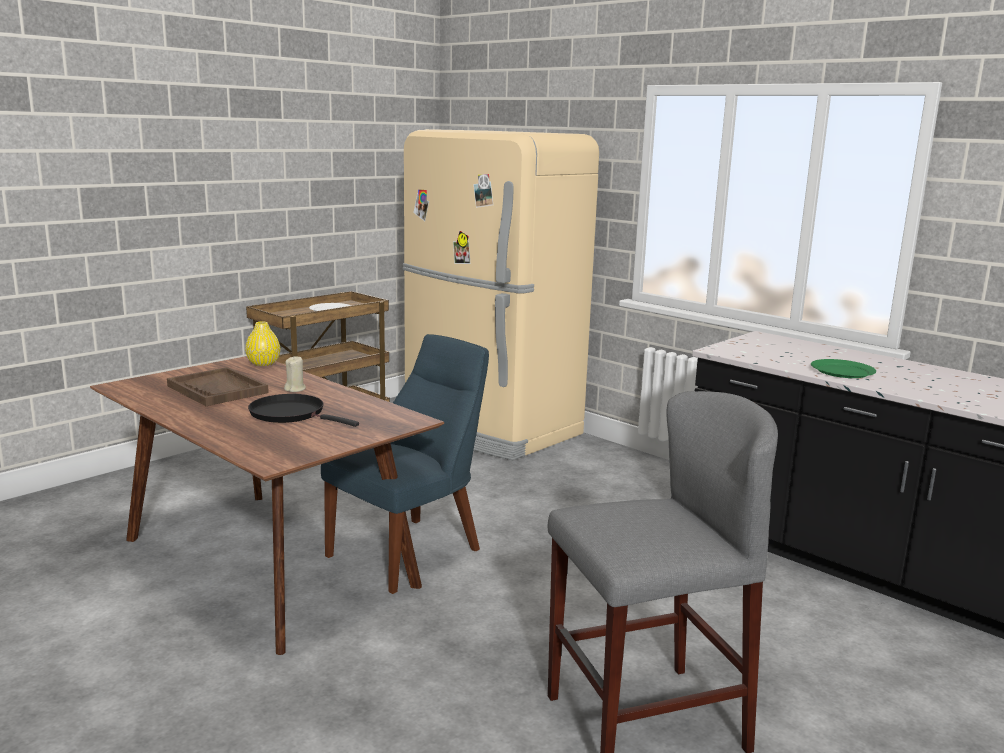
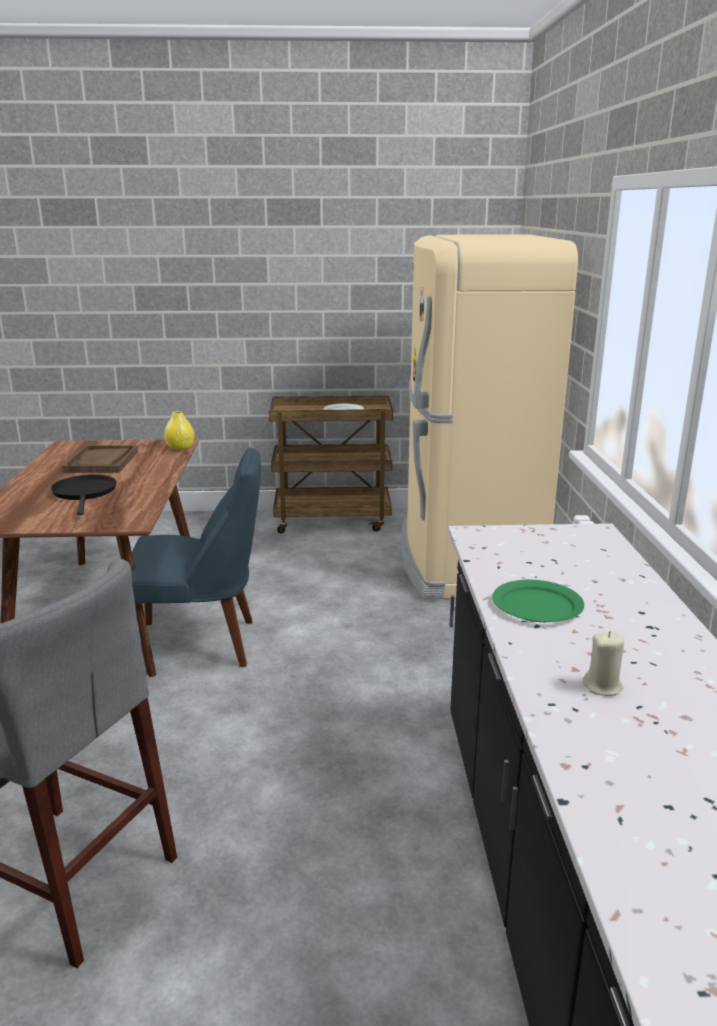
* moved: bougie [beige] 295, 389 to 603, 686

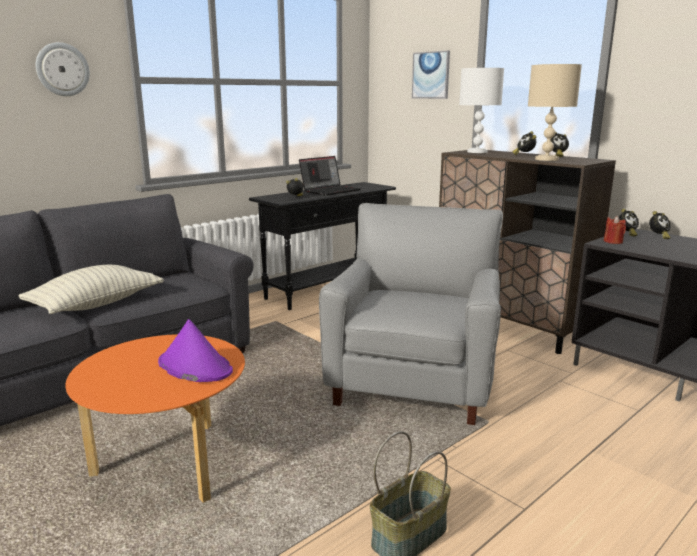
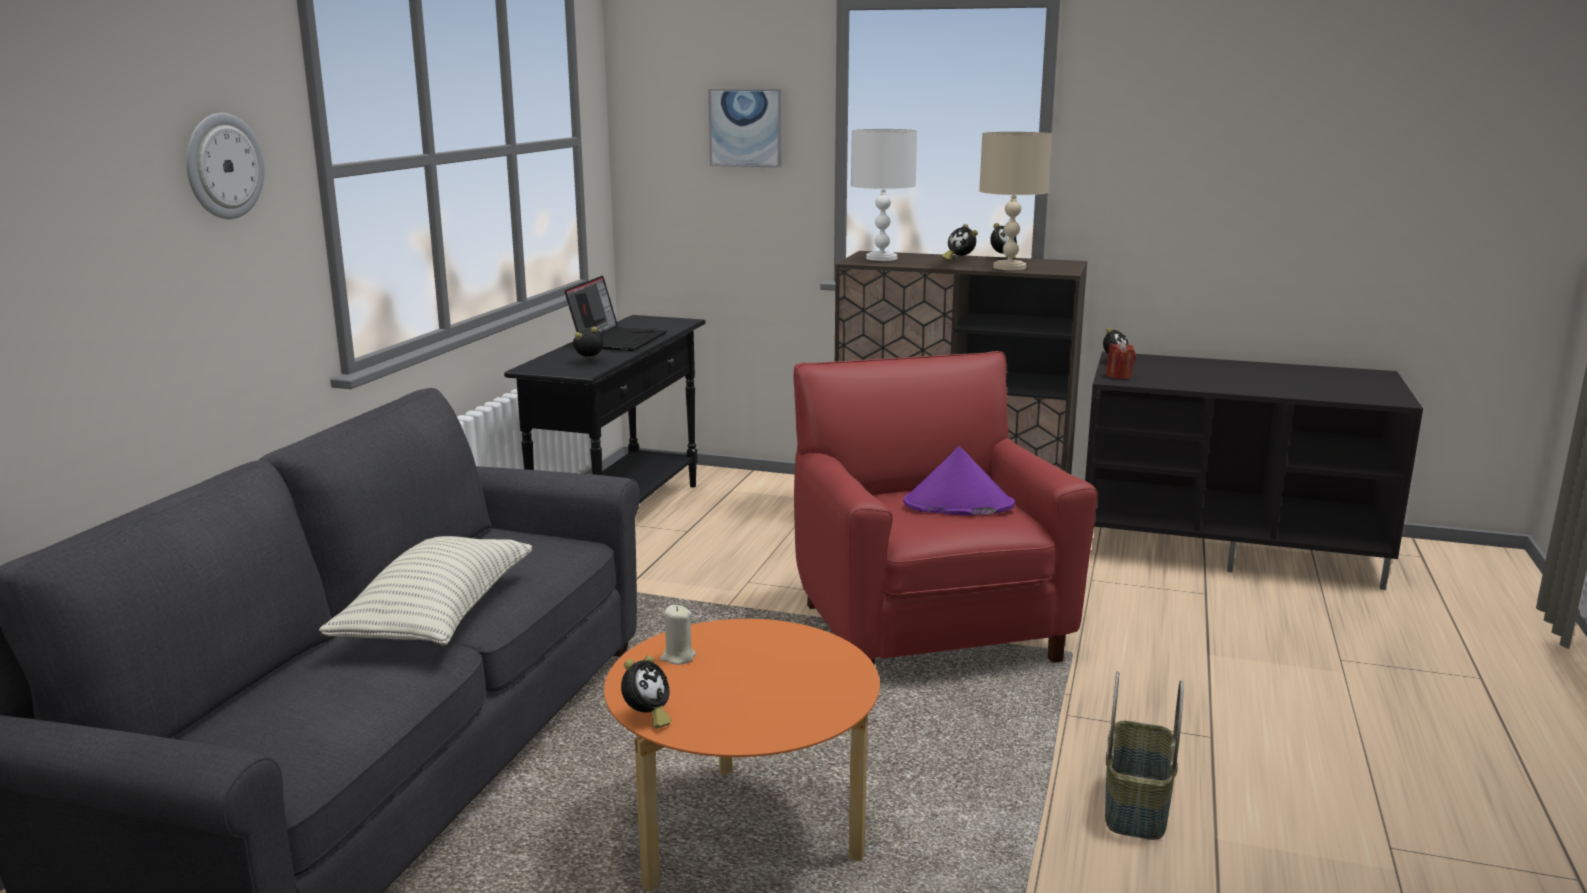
* moved: chapeau [violet] 194, 367 to 958, 505
* recoloured: fauteuil [gris] 414, 383 to fauteuil [rouge] 928, 629
* moved: réveil 658, 237 to 647, 717
* added: bougie [beige] 678, 657

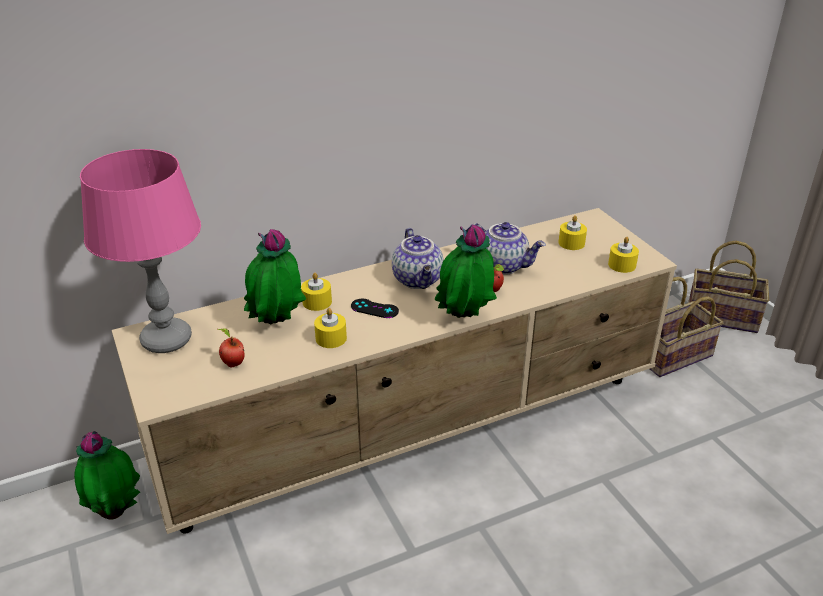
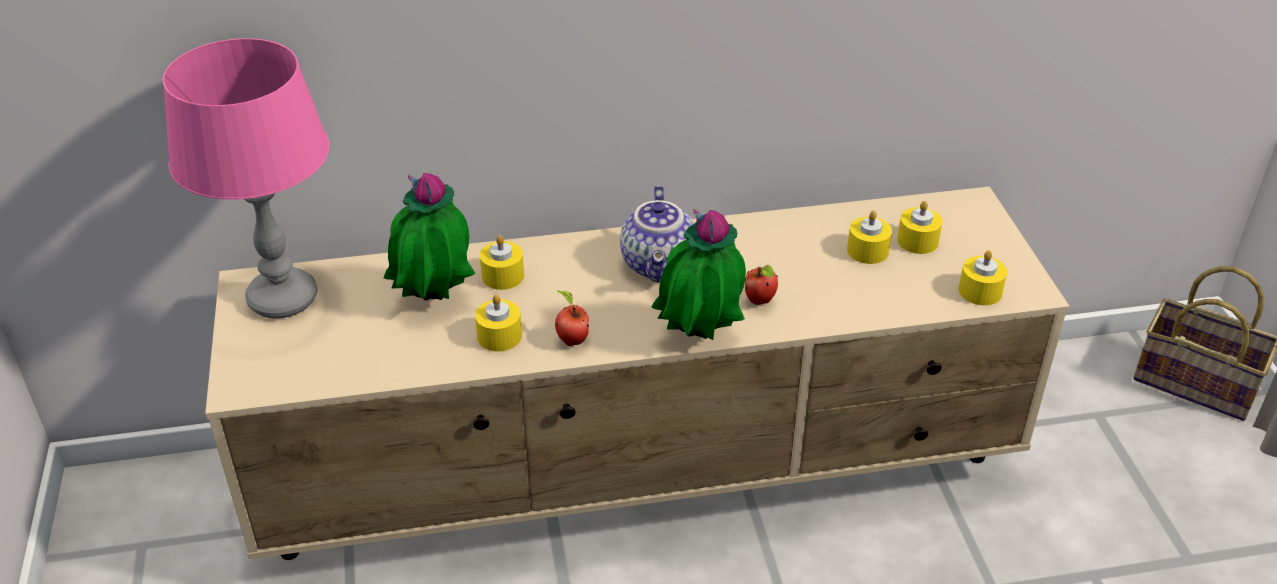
* removed: plante en pot 116, 510
* moved: pomme 232, 363 to 571, 340
* removed: manette [noir] 374, 309
* removed: théière 503, 265
* removed: panier 673, 354
* added: bougie [jaune] 867, 251

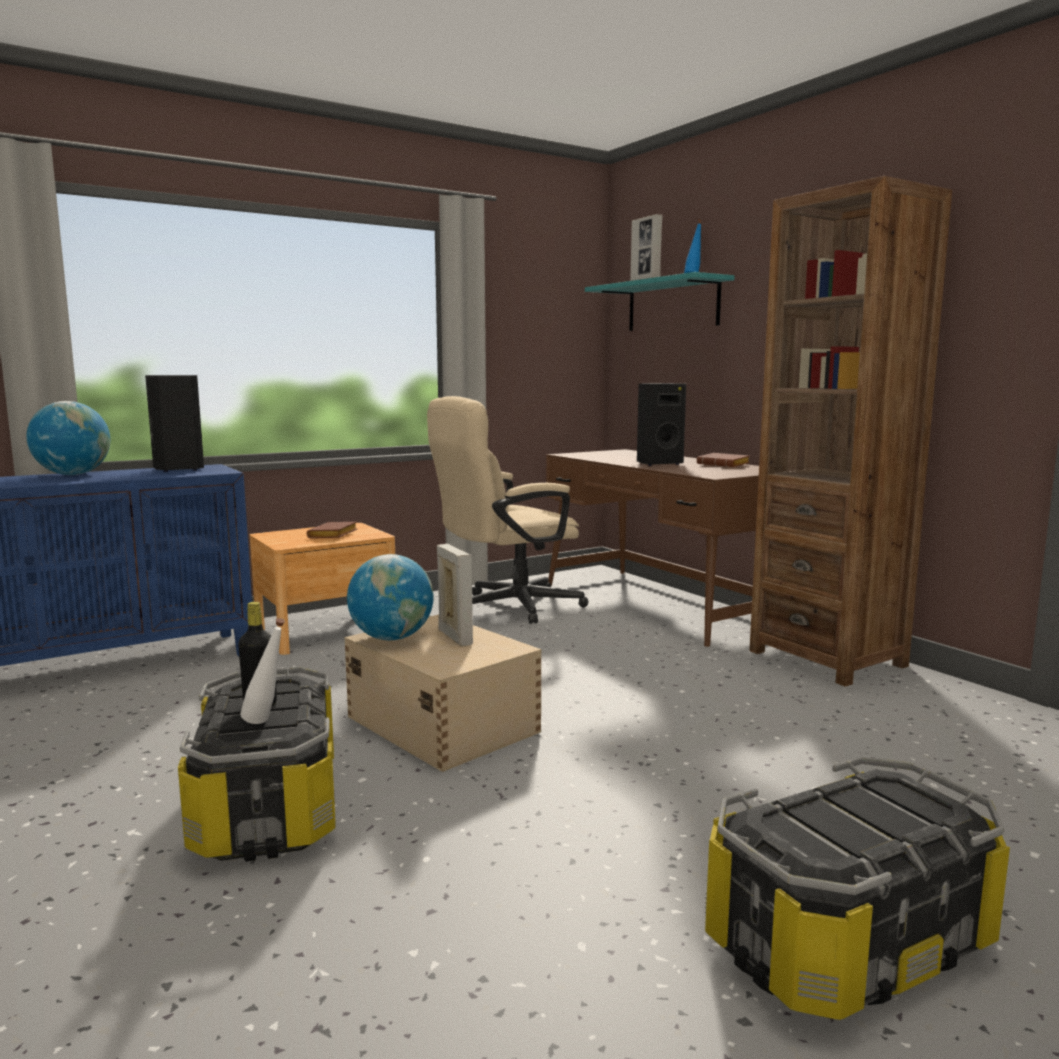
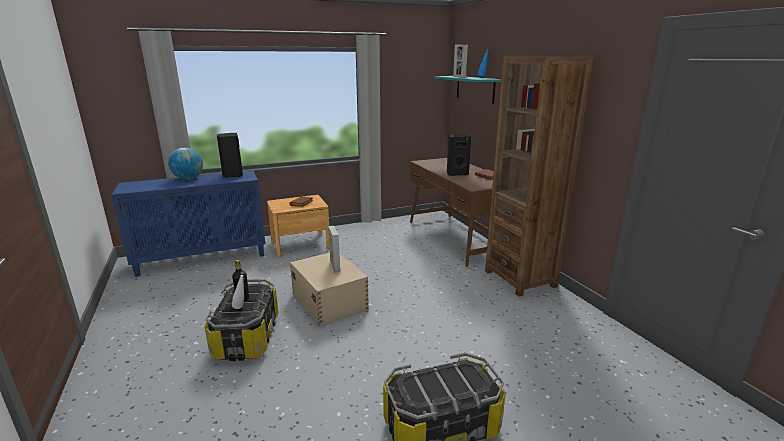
* removed: globe 391, 638
* removed: chaise de bureau [beige] 507, 607

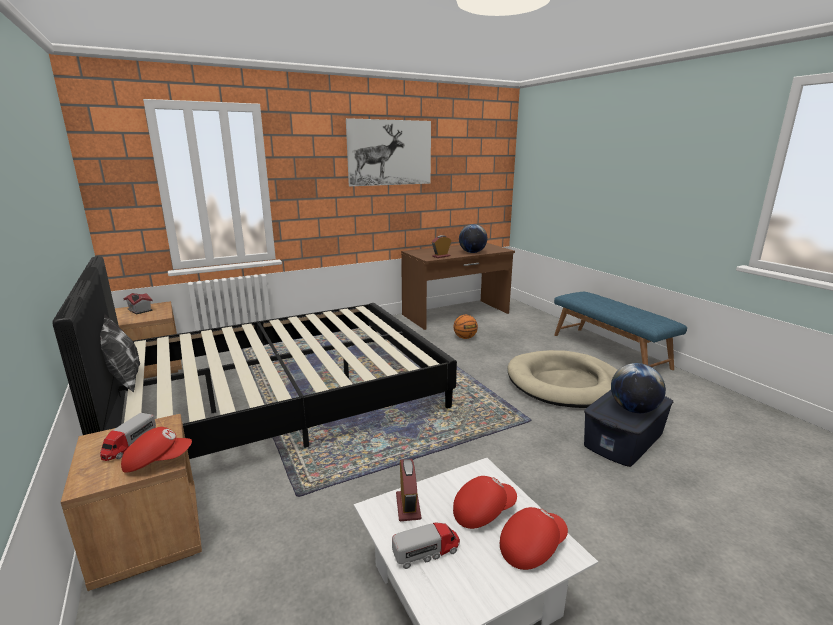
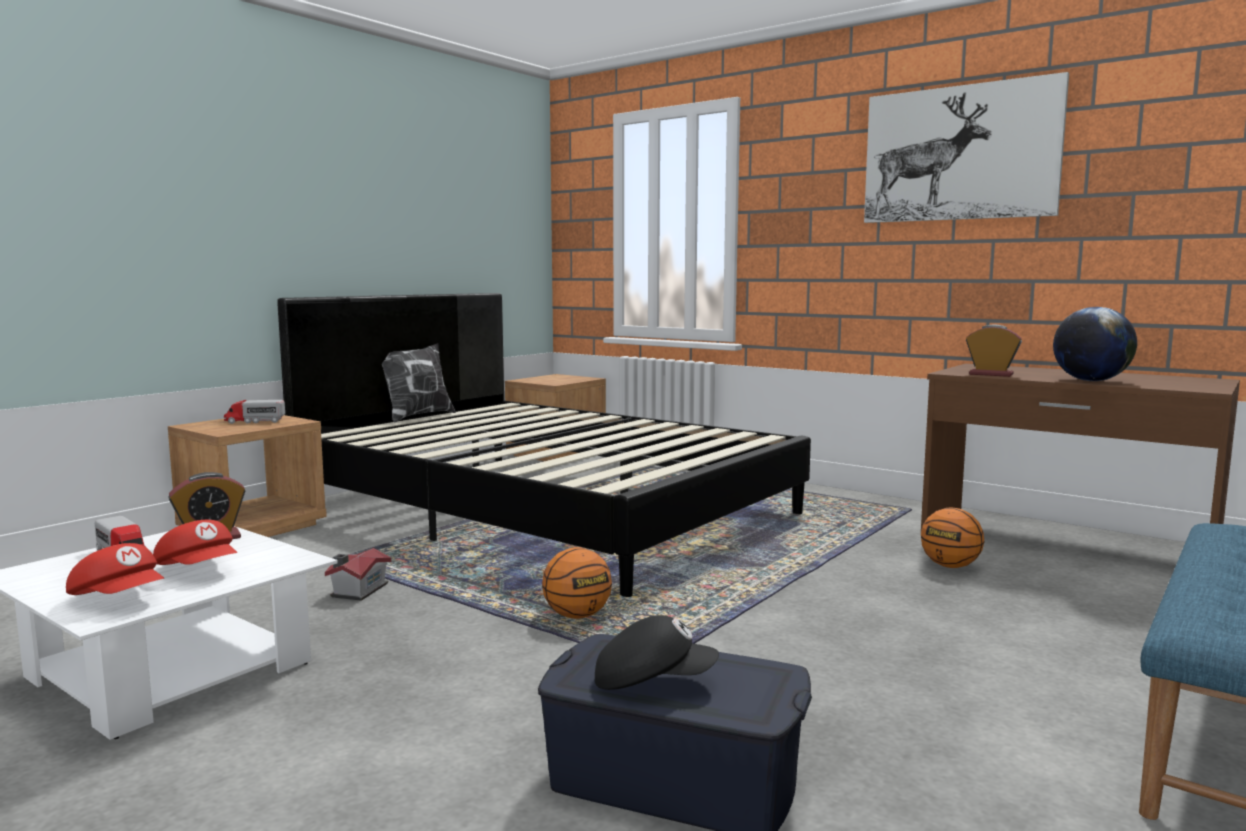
* removed: casquette [rouge] 158, 461
* moved: maison miniature 139, 310 to 357, 590
* removed: panier pour chien [beige] 566, 384
* replaced: globe 633, 409 to casquette [noir] 653, 681
* added: ballon de basket 577, 616

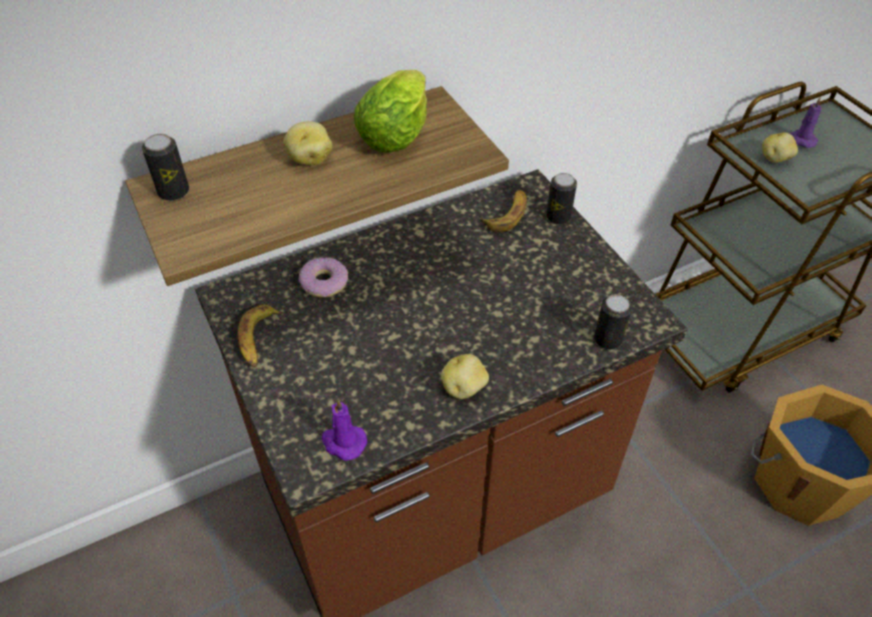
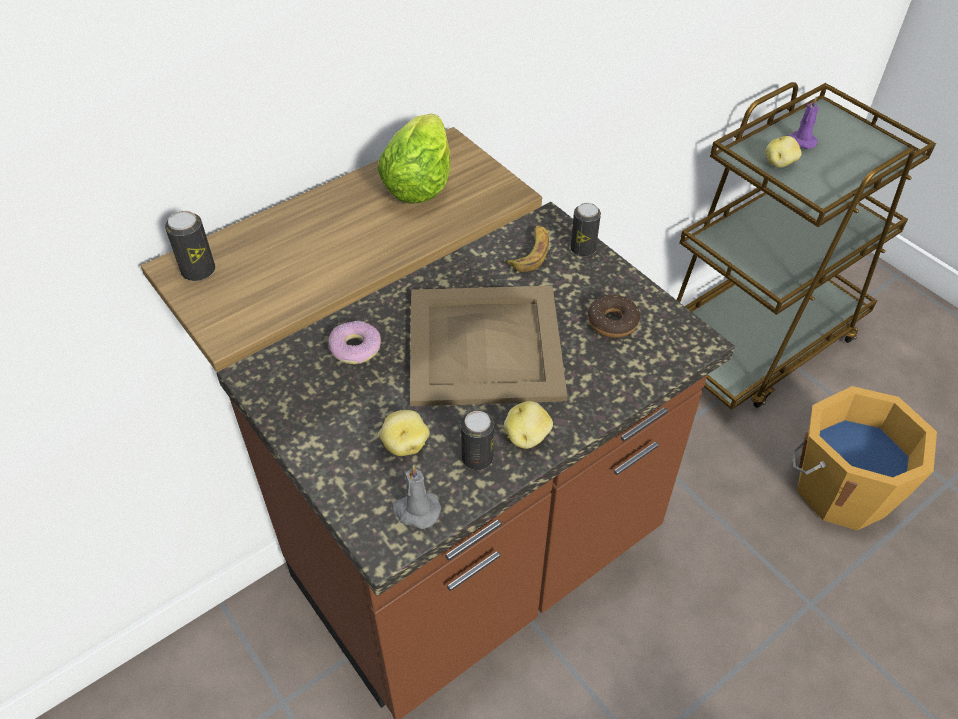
* removed: banane 259, 340
* moved: pomme de terre 310, 158 to 404, 444
* recoloured: bougie [violet] 343, 442 to bougie [gris] 415, 510
* moved: boîte métallique 607, 339 to 477, 458
* added: plateau [beige] 486, 346
* added: beignet 612, 322

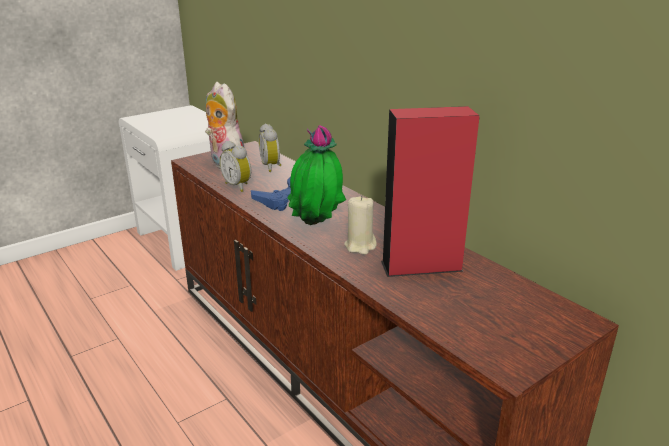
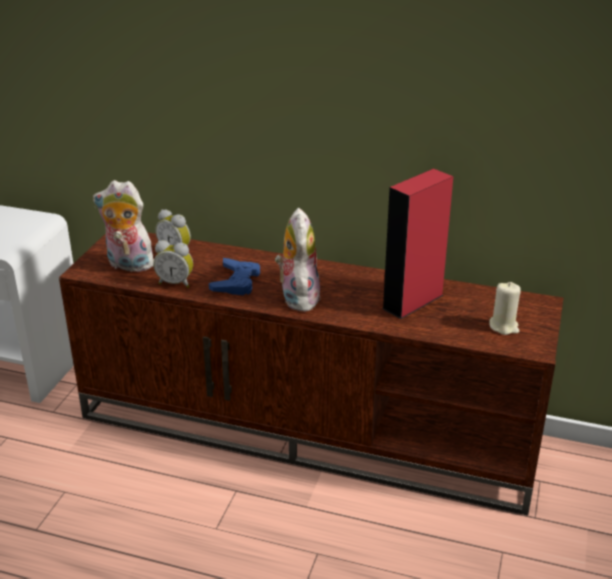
* replaced: plante en pot 316, 226 to peluche 297, 297
* moved: bougie [beige] 360, 246 to 504, 326

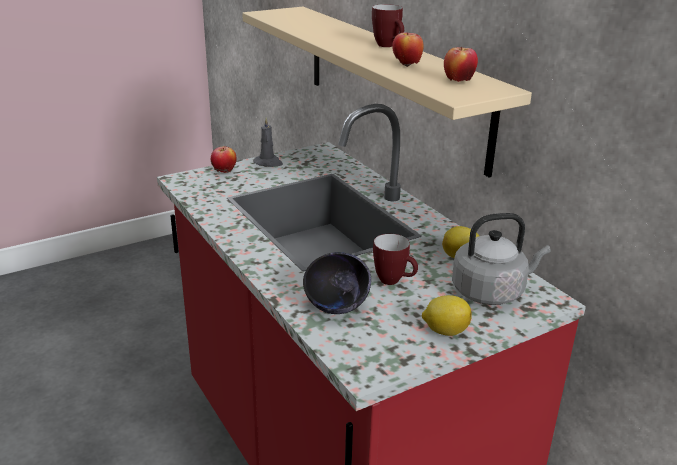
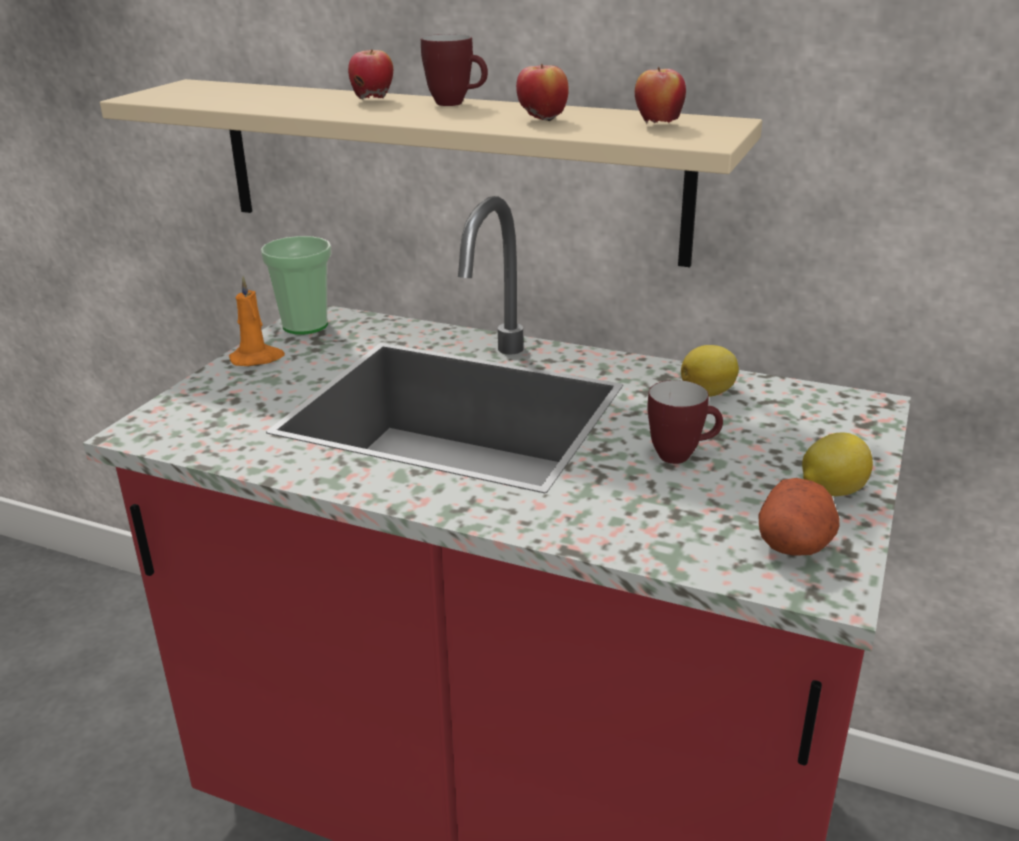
* moved: pomme 224, 172 to 373, 100
* recoloured: bougie [gris] 268, 163 to bougie [orange] 257, 358
* removed: bol [noir] 336, 307
* removed: bouilloire [gris] 491, 292
* added: tasse 305, 325
* added: pomme de terre 794, 544

